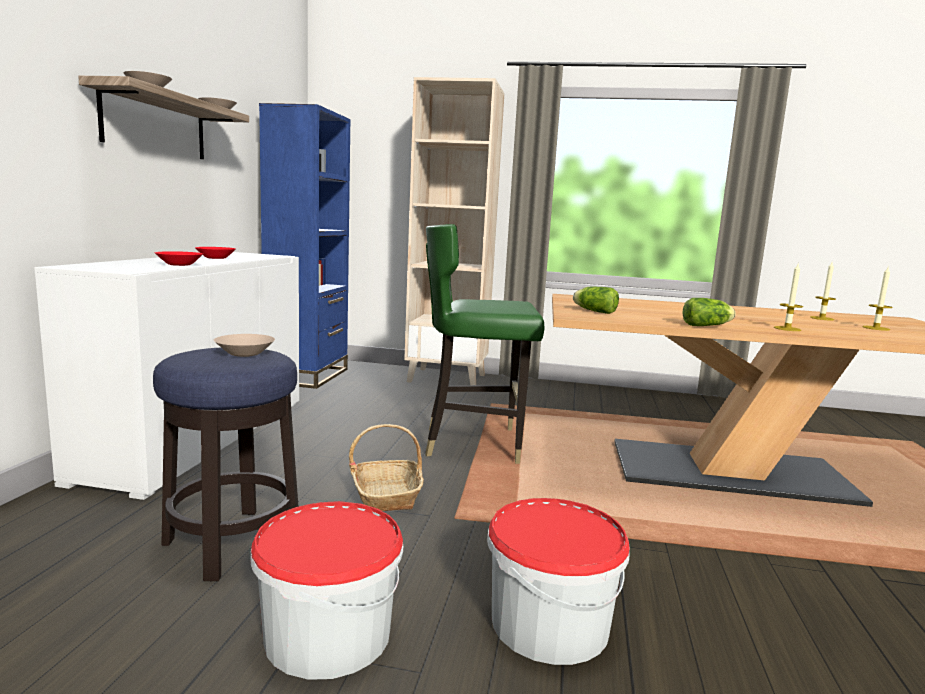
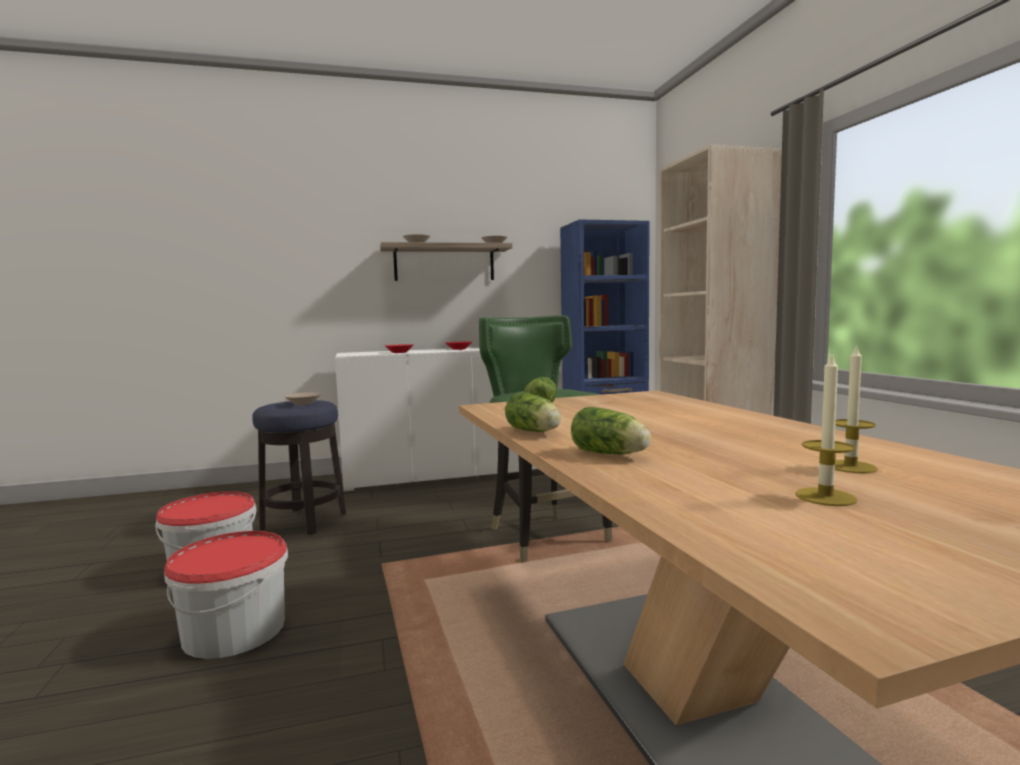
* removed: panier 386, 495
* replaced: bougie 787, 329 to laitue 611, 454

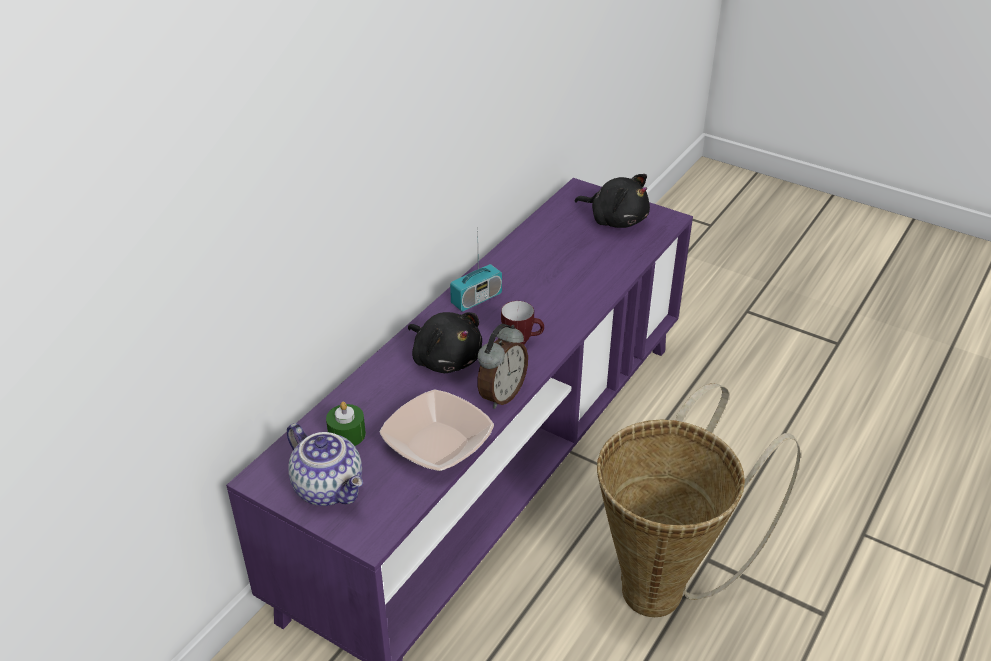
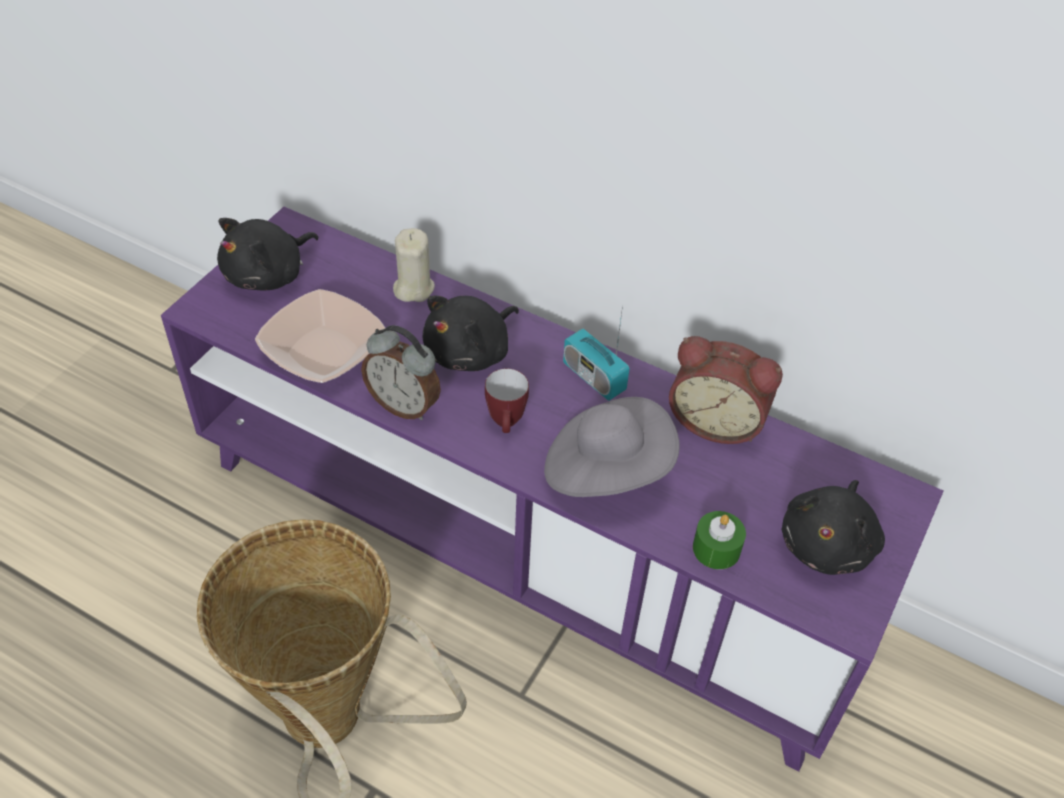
* replaced: théière 330, 488 to peluche [noir] 268, 275
* moved: bougie [vert] 347, 434 to 716, 548
* added: bougie [beige] 413, 288
* added: chapeau [gris] 606, 469
* added: réveil 717, 420

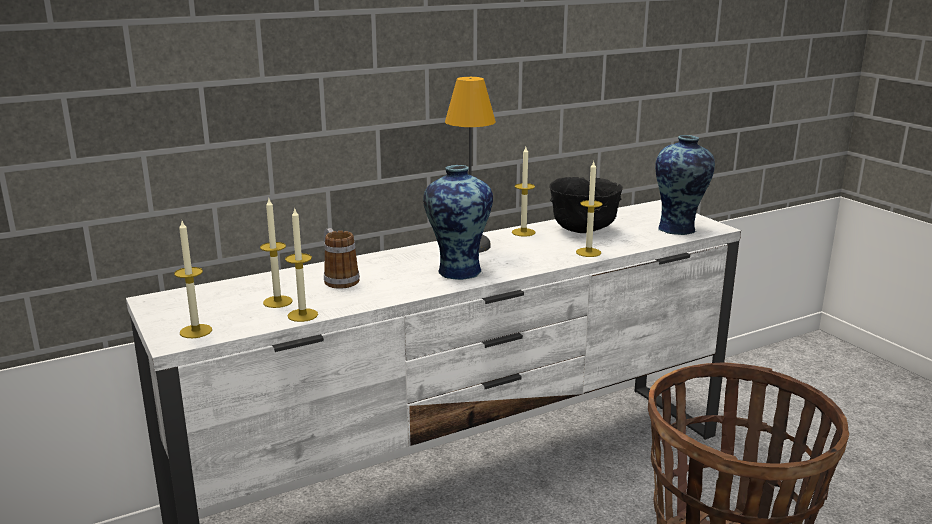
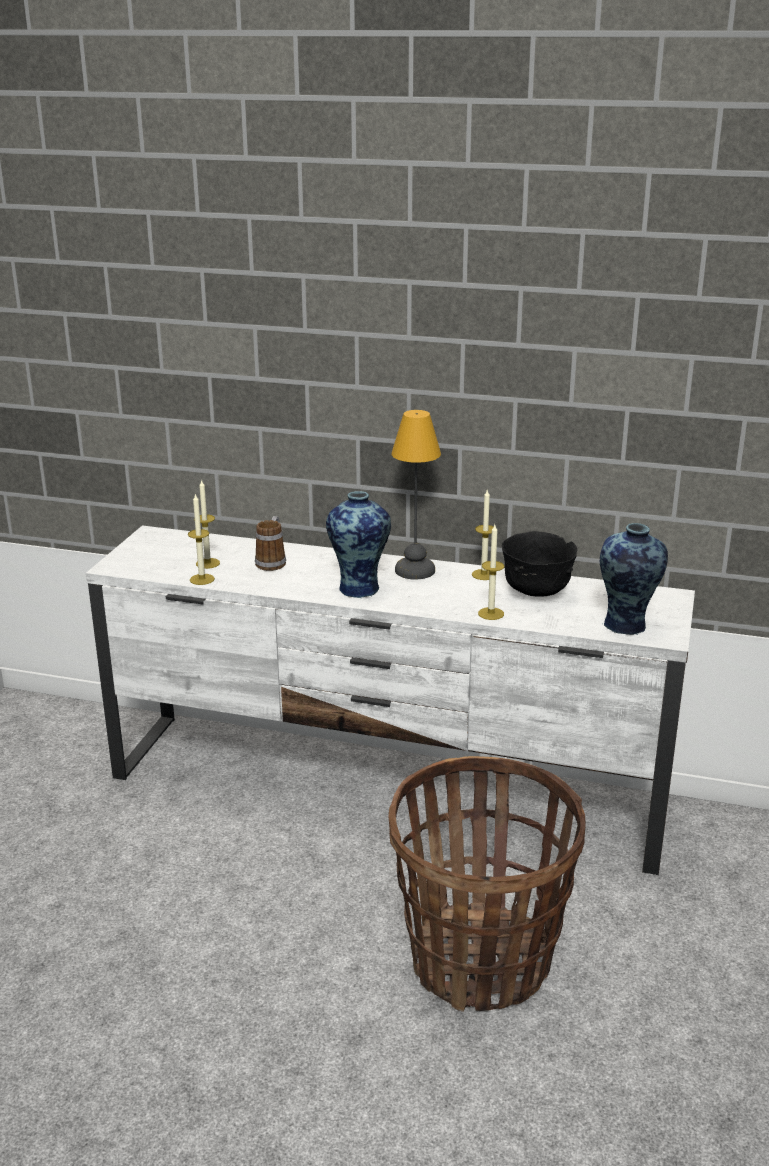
* removed: bougie 196, 331

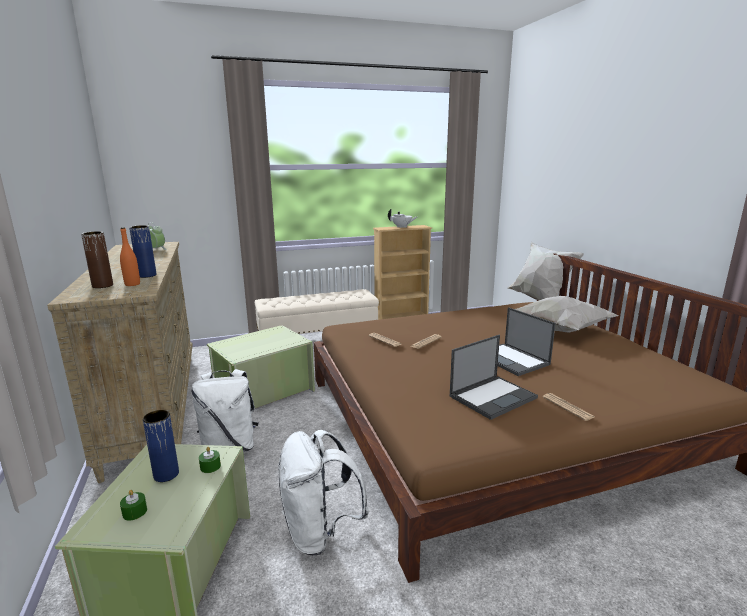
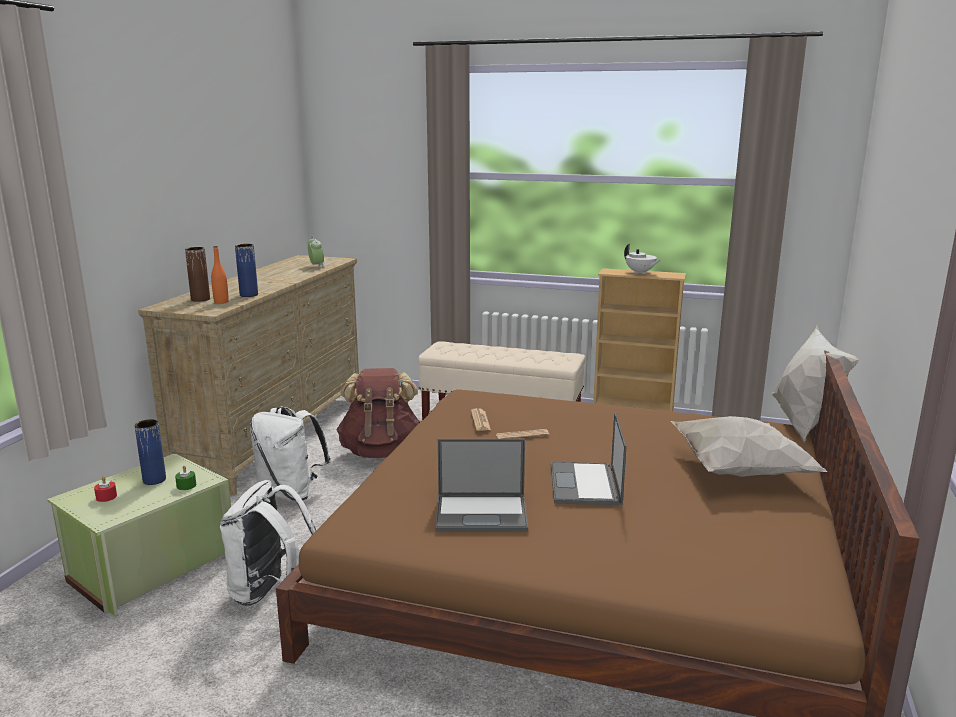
* recoloured: bougie [vert] 134, 512 to bougie [rouge] 106, 497
* replaced: boîte de rangement [vert] 263, 392 to sac à dos [marron] 381, 452
* removed: journal 567, 407

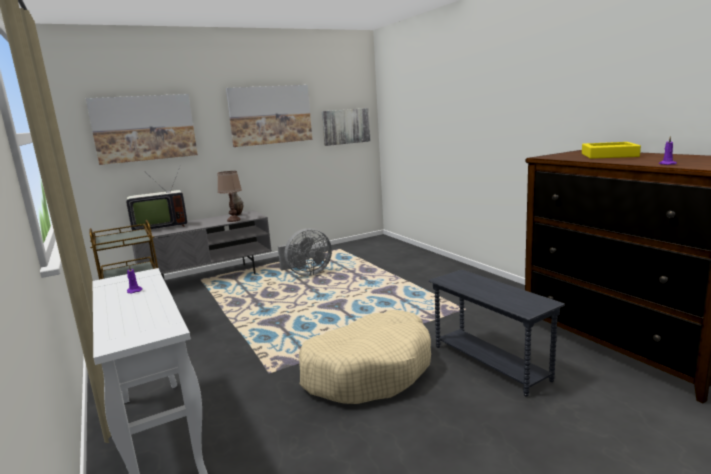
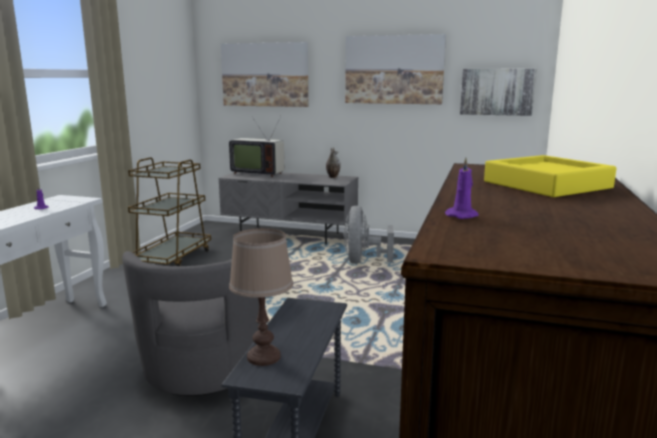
* moved: lampe de table [marron] 233, 220 to 264, 357
* turned: ventilateur [gris] 306, 273 = 363, 261 75 degrees clockwise
* replaced: panier pour chien [beige] 368, 370 to fauteuil [gris] 202, 371

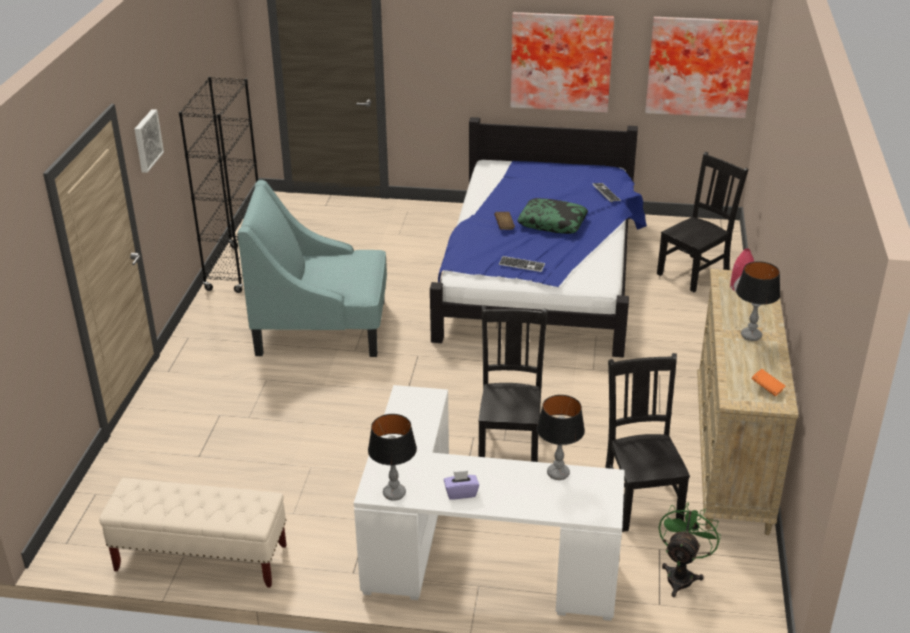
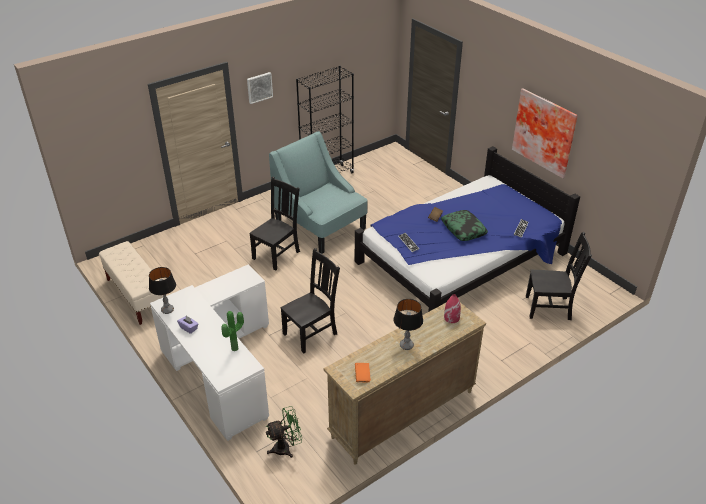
* replaced: lampe de table 558, 473 to plante en pot 236, 349
* moved: chaise [noir] 641, 500 to 277, 254
* removed: tableau 700, 66

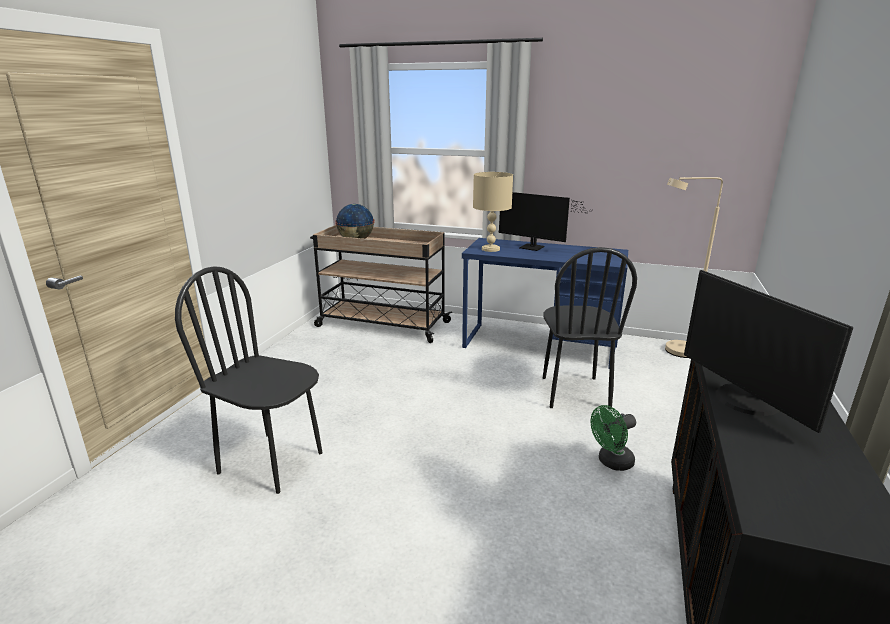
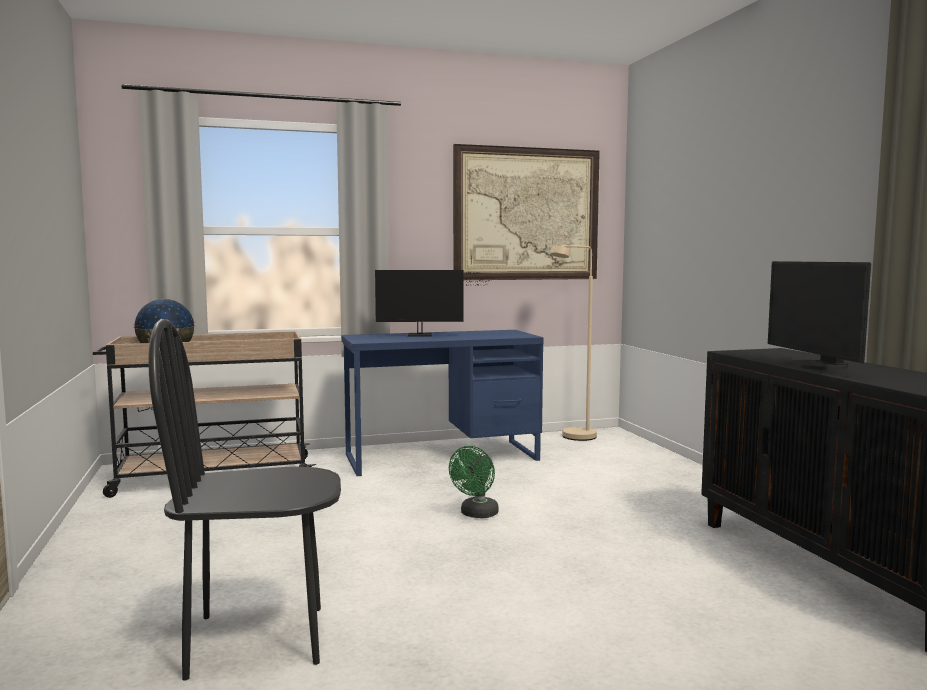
* removed: lampe de table [beige] 490, 249
* removed: chaise [noir] 574, 392
* moved: ventilateur [vert] 611, 462 to 476, 514
* turned: écran d'ordinateur 744, 400 = 815, 366 45 degrees clockwise
* added: tableau 527, 214

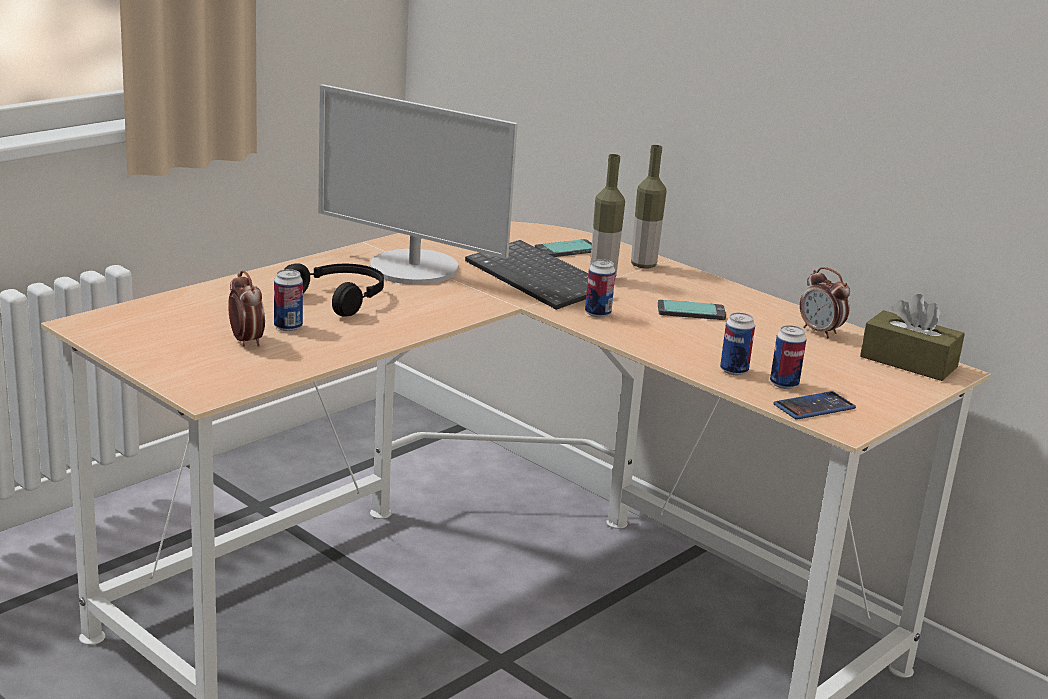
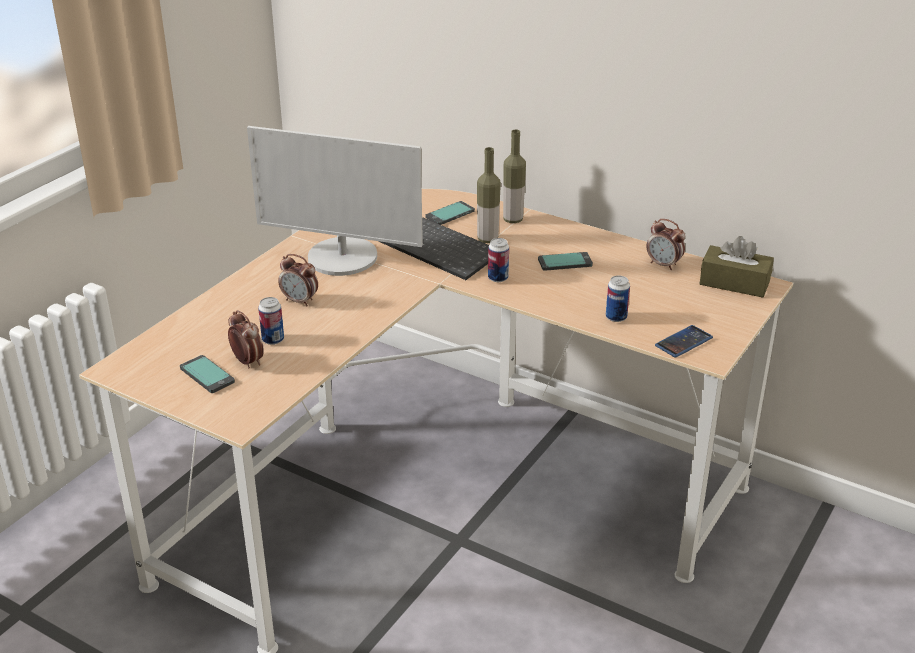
* replaced: casque audio [noir] 340, 298 to réveil 300, 301
* removed: boîte métallique 784, 384
* added: téléphone 207, 375

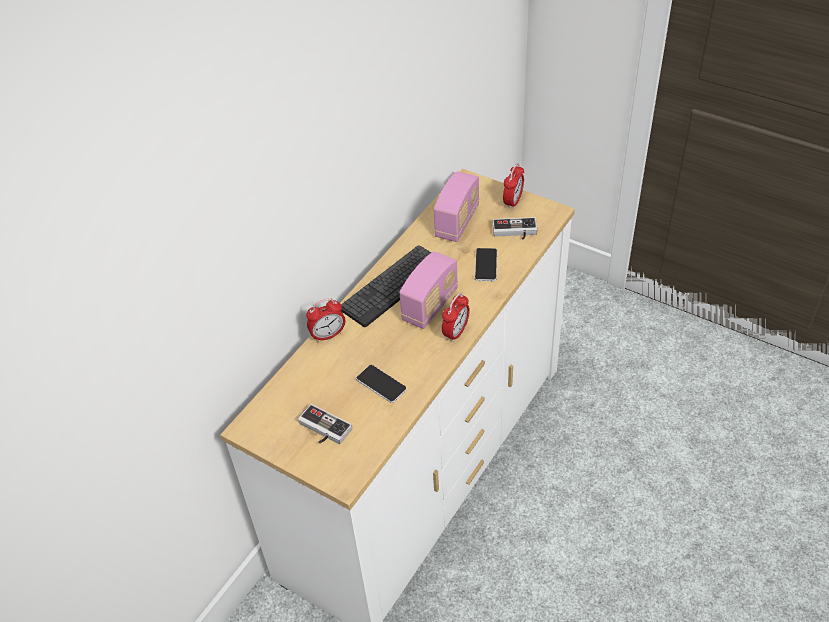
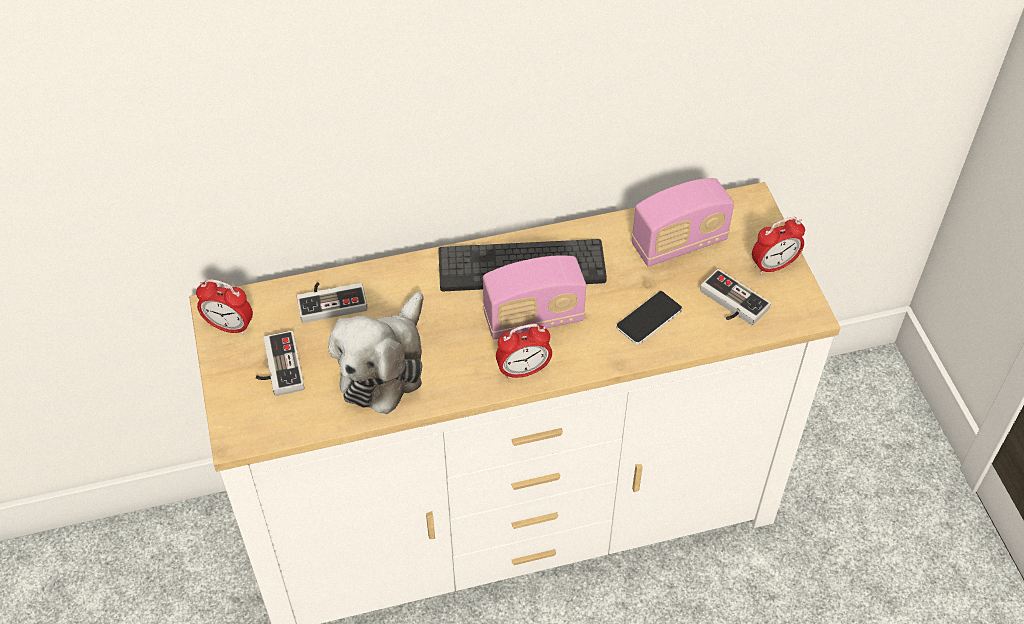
* moved: réveil 328, 335 to 230, 326
* replaced: téléphone 381, 384 to peluche 384, 366
* added: manette 331, 300

